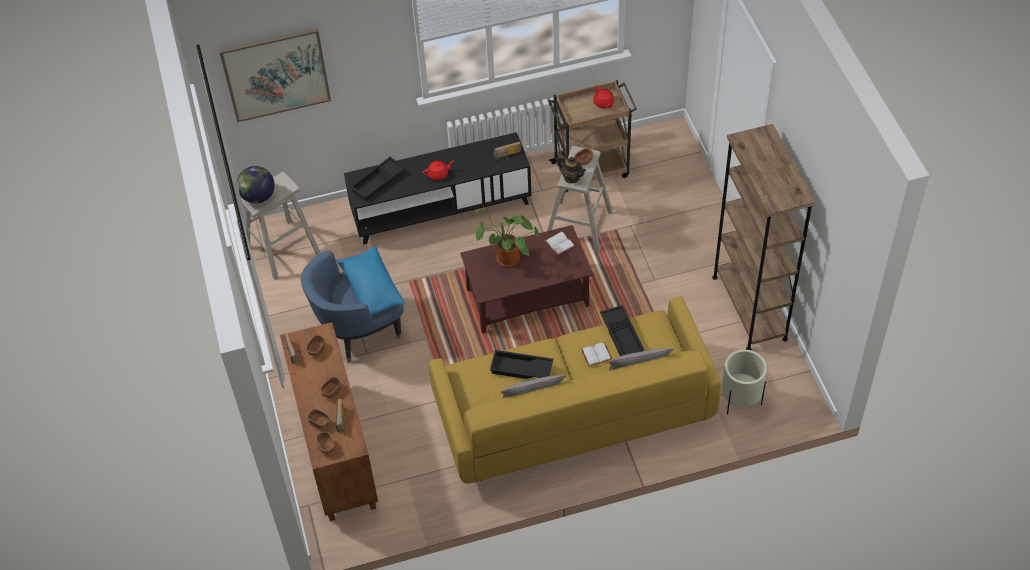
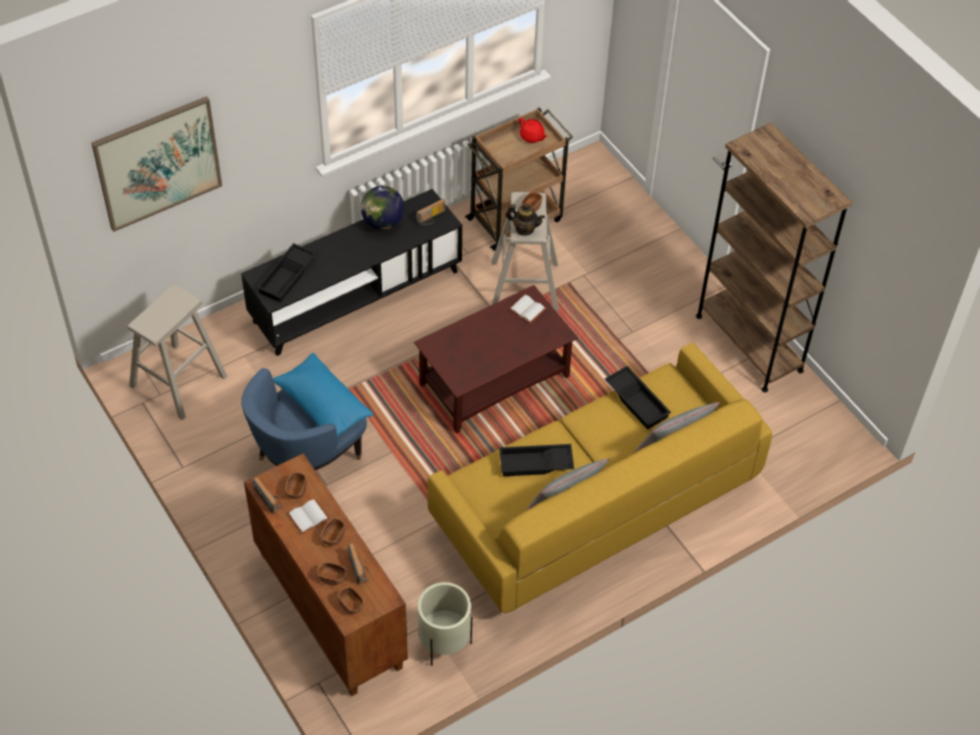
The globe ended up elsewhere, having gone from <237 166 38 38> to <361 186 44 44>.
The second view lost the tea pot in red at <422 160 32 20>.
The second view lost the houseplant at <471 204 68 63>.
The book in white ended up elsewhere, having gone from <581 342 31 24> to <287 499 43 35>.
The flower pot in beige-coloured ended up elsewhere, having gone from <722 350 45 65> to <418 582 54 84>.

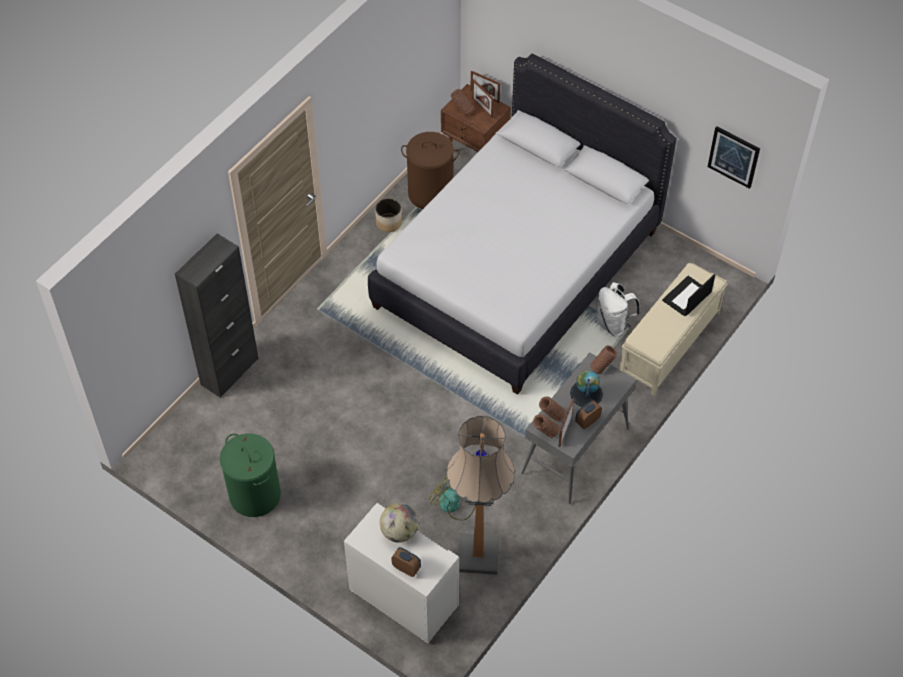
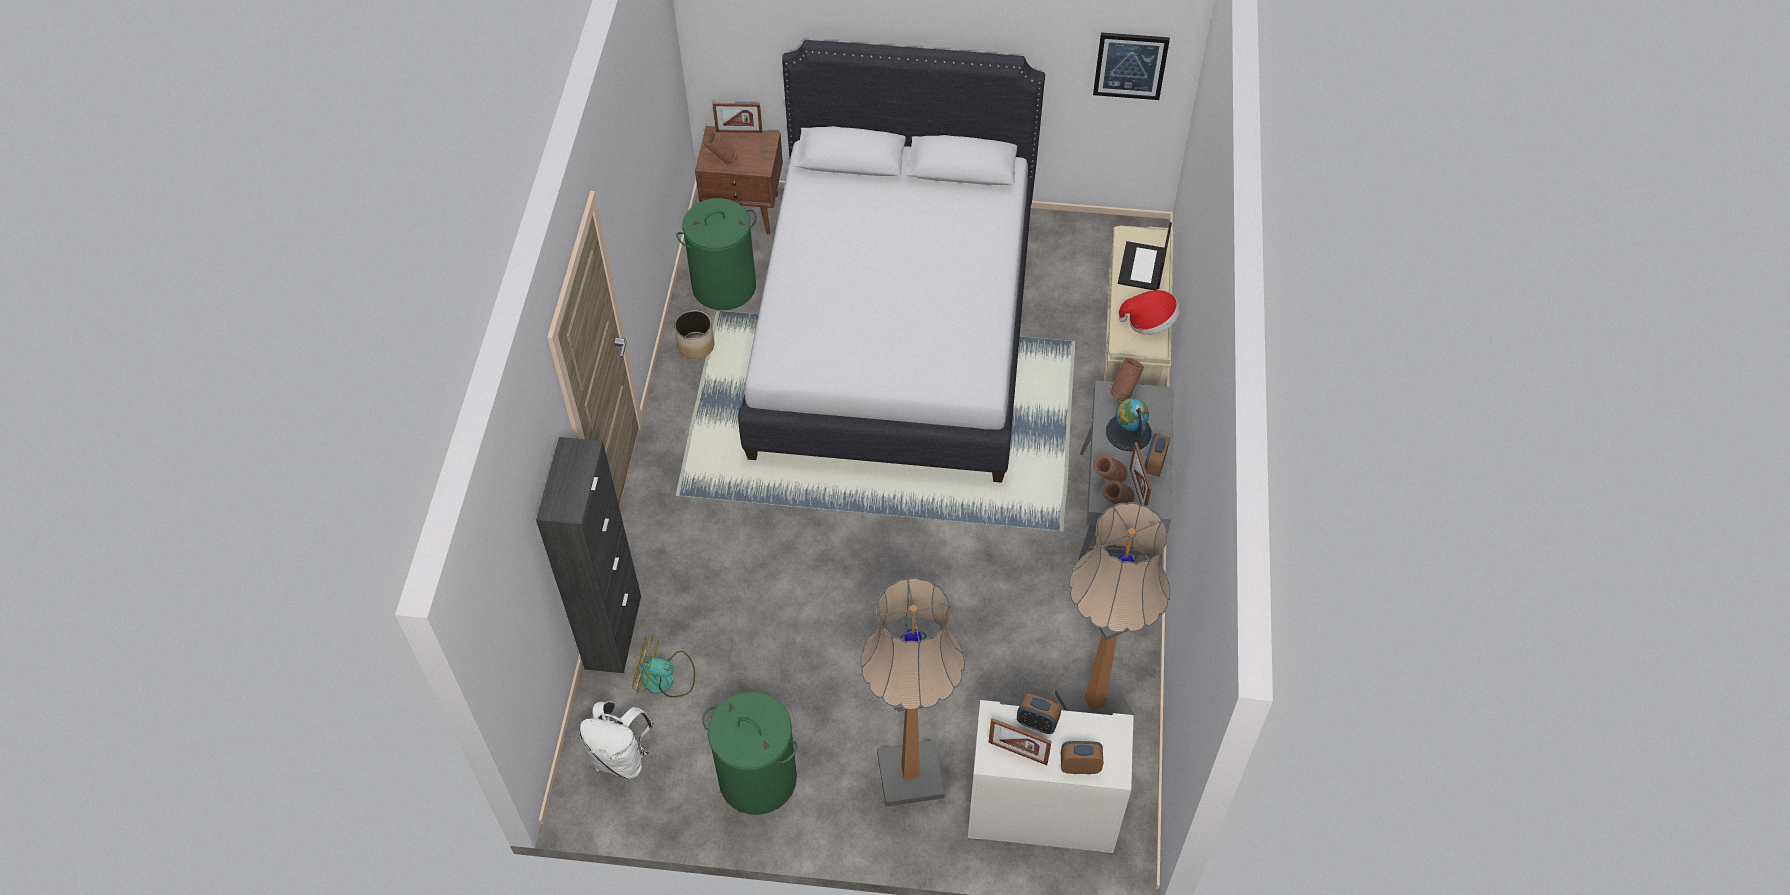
Where the globe stood at <380 503 39 40>, the alarm clock came to stand at <1017 694 44 40>.
What was the washing basket in brown at <401 132 58 77> turned into the washing basket in green at <676 198 80 112>.
The fan ended up elsewhere, having gone from <429 475 47 46> to <632 635 63 63>.
The standing frame ended up elsewhere, having gone from <472 79 22 39> to <988 718 64 47>.
The rucksack in white ended up elsewhere, having gone from <596 282 44 55> to <579 701 75 78>.
The second view gained the floor lamp at <860 577 105 230>.
The second view gained the clothing hat at <1119 290 62 45>.

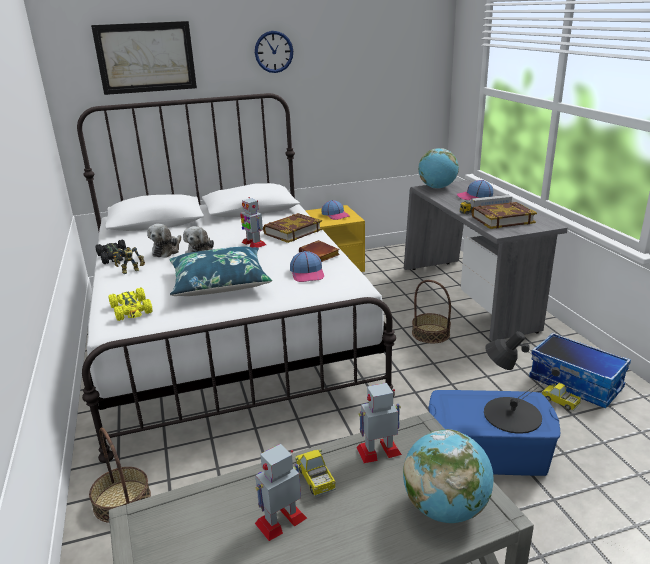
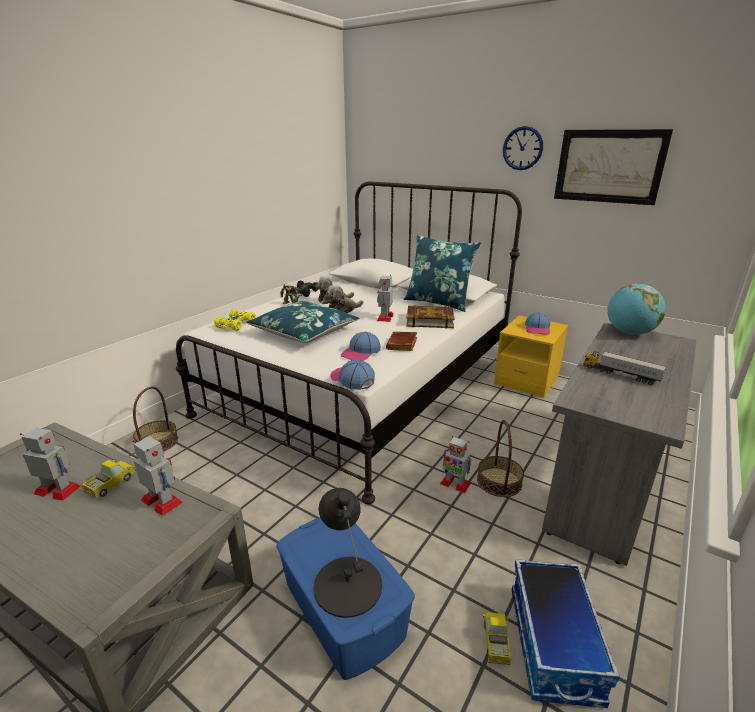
The wall art ended up elsewhere, having gone from <91 21 106 74> to <554 129 119 76>.
The second view lost the globe at <403 429 91 94>.
The peaked cap ended up elsewhere, having gone from <457 180 36 20> to <330 360 45 30>.
The second view lost the book at <471 202 66 27>.
The second view gained the throw pillow in blue-coloured at <404 235 77 77>.
The second view gained the toy robot at <440 436 32 57>.

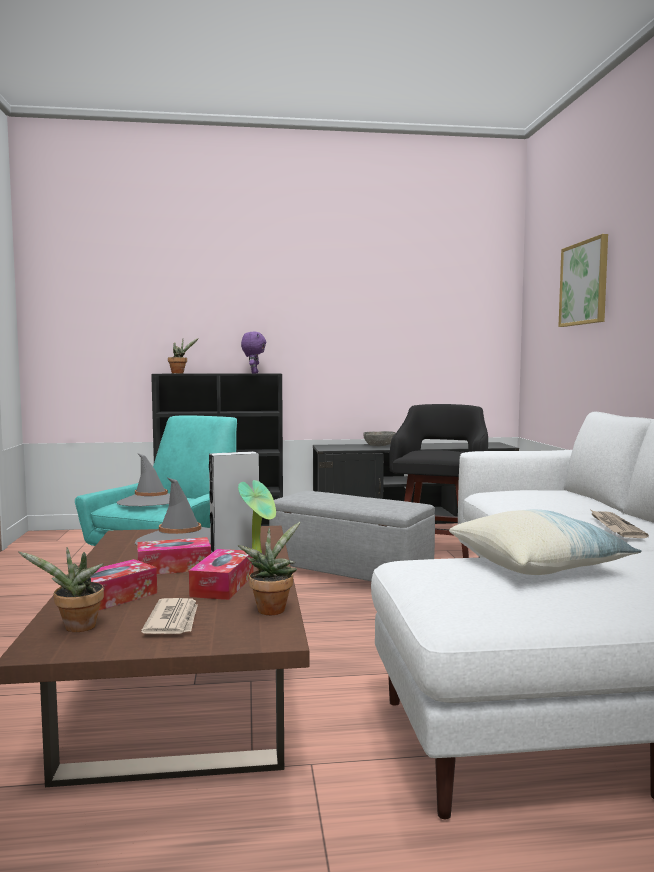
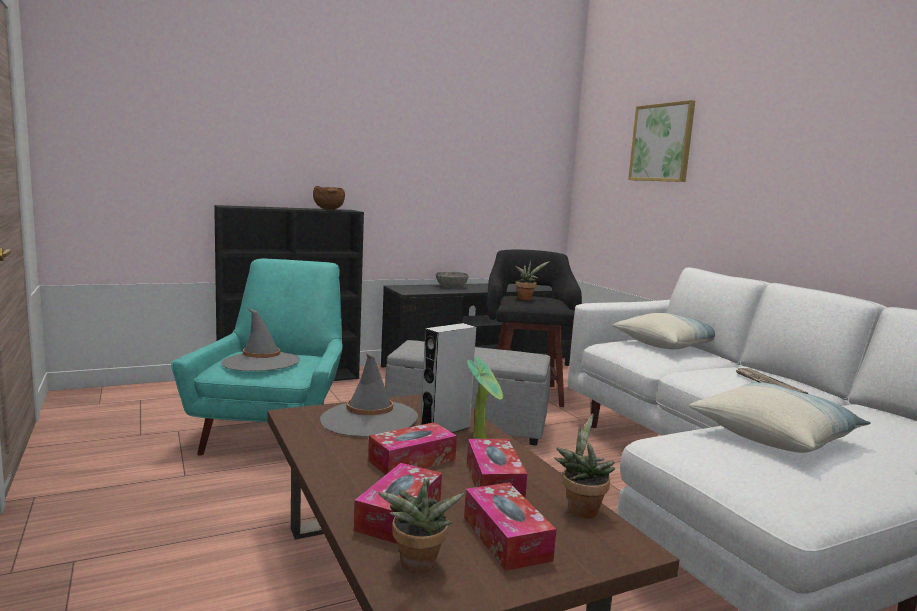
Where the newspaper stood at <141 598 57 36>, the box of tissues came to stand at <464 482 92 89>.
The houseplant ended up elsewhere, having gone from <168 338 31 35> to <515 260 35 40>.
Where the plush toy in purple stood at <241 331 25 42>, the deep dish in brown came to stand at <313 186 32 24>.
The second view gained the throw pillow at <613 313 102 36>.

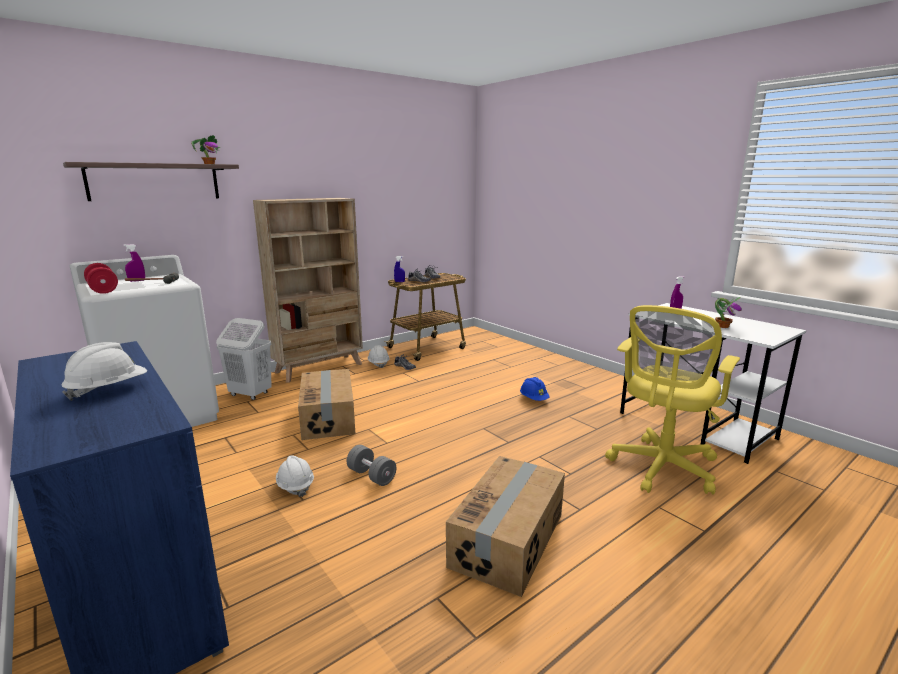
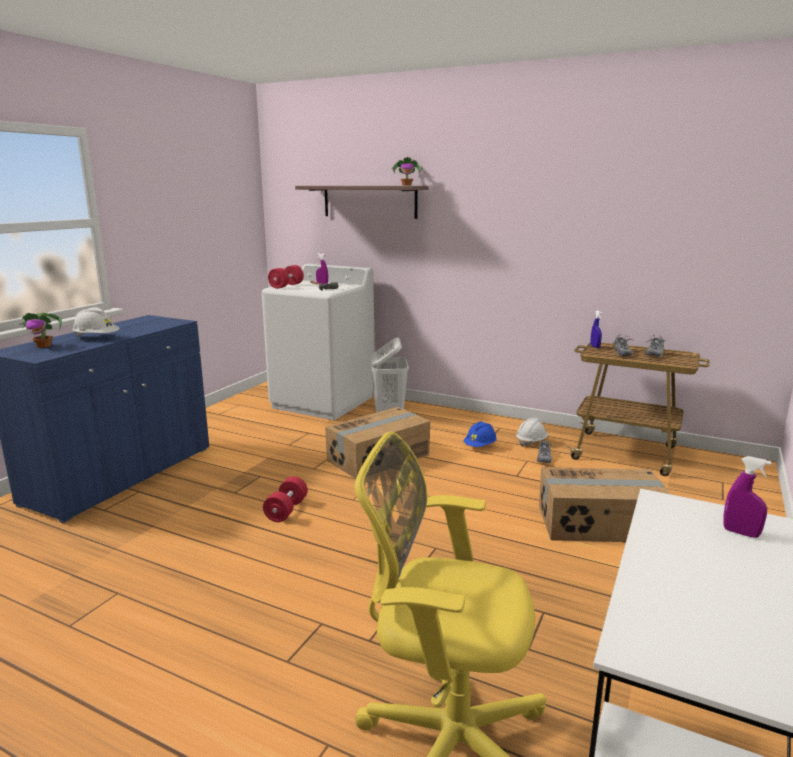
The second view lost the bookcase in beige-coloured at <253 198 110 185>.
The second view lost the work helmet in white at <276 455 38 42>.
What was the free weight in greyish at <347 445 49 41> turned into the free weight in red at <263 476 45 46>.
The cardboard box ended up elsewhere, having gone from <446 456 119 141> to <539 467 131 75>.
The work helmet in blue-coloured ended up elsewhere, having gone from <520 377 30 24> to <463 422 33 25>.
The houseplant ended up elsewhere, having gone from <715 297 27 31> to <20 312 42 36>.

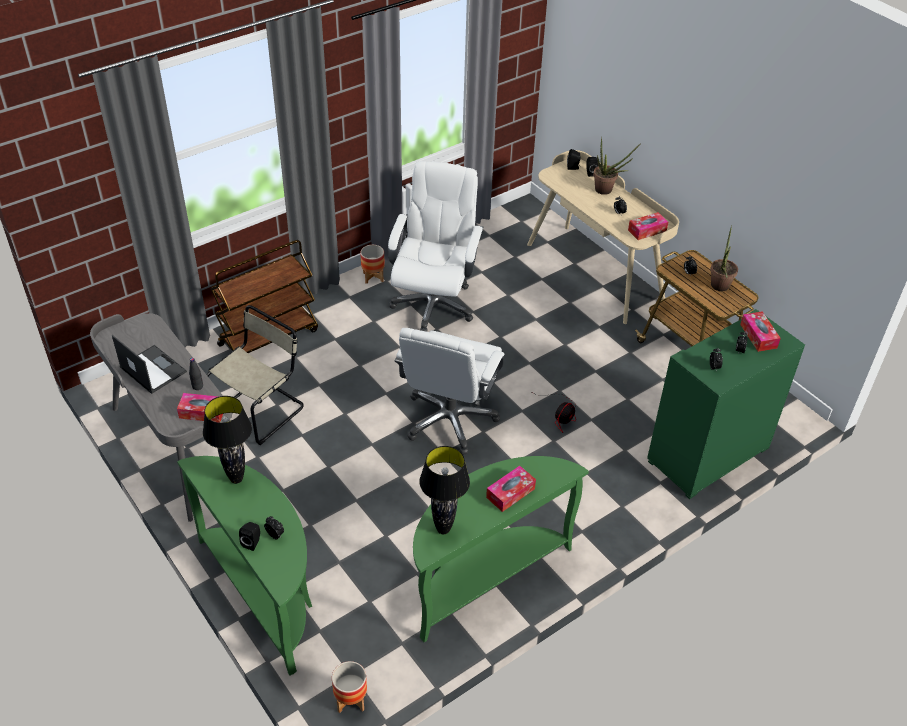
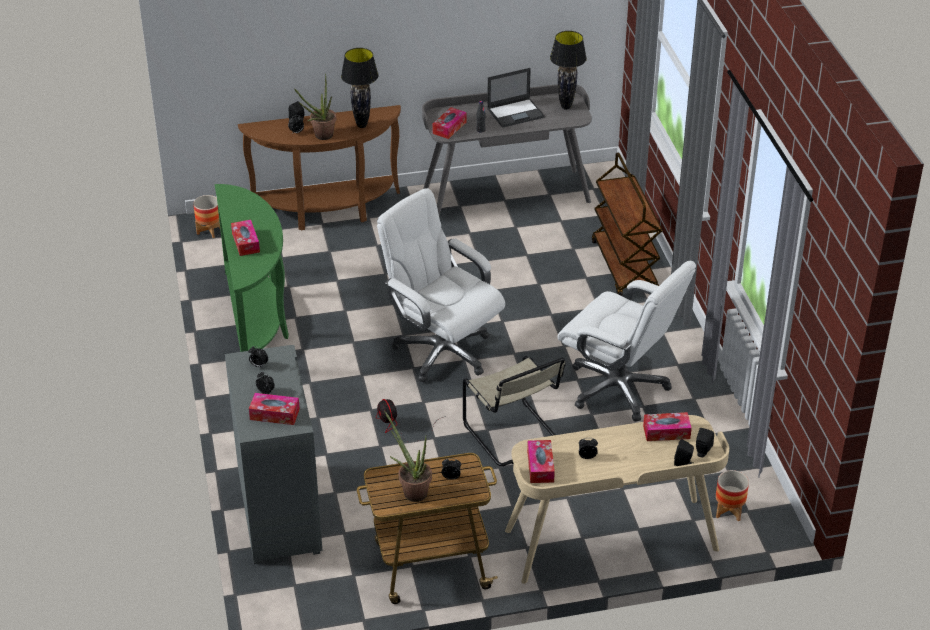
What was the hall table in green at <177 456 135 219> turned into the hall table in brown at <238 105 163 125>.
The upright chair in beige-coloured ended up elsewhere, having gone from <206 305 98 140> to <463 356 103 110>.
The flower pot ended up elsewhere, having gone from <360 245 25 39> to <716 470 33 52>.
The lamp for a table in black ended up elsewhere, having gone from <419 446 51 88> to <550 31 37 79>.
The houseplant ended up elsewhere, having gone from <593 137 48 58> to <294 73 42 67>.
What was the cabinet in green at <647 309 158 190> turned into the cabinet in greyish at <225 345 98 219>.
The second view gained the box of tissues at <643 412 49 29>.

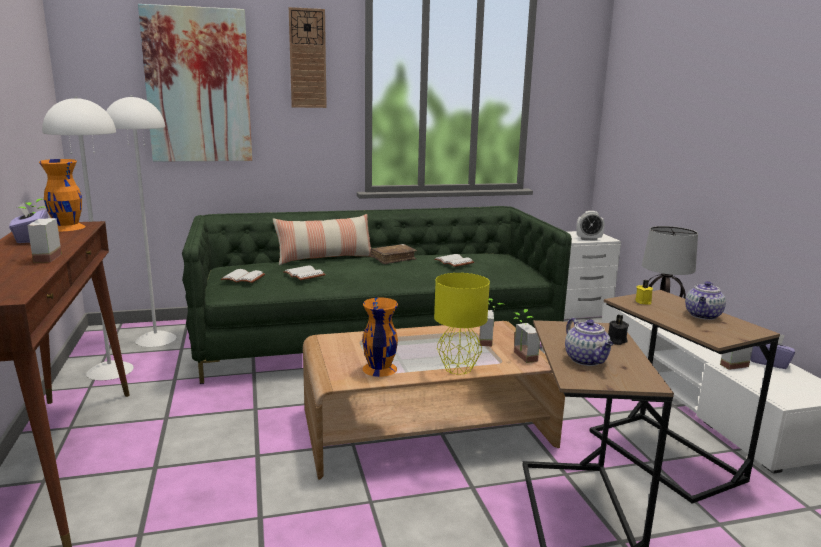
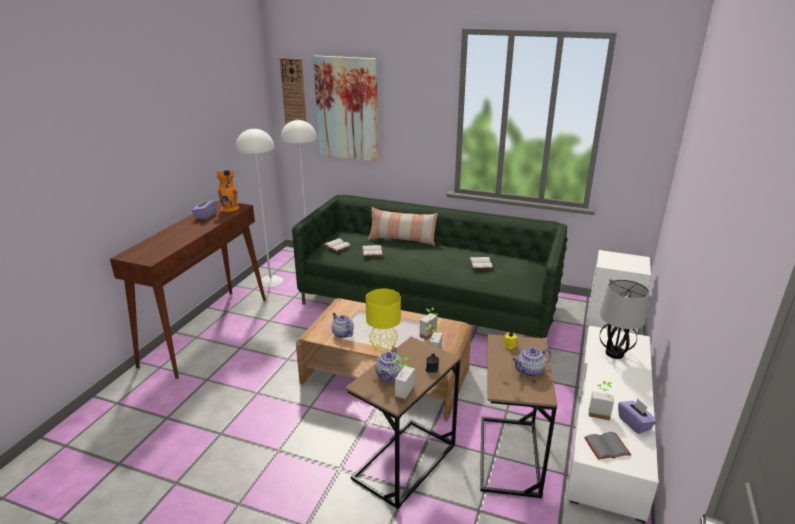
The houseplant ended up elsewhere, having gone from <18 199 44 64> to <391 356 24 48>.
The clock on the wall ended up elsewhere, having gone from <289 7 38 101> to <279 58 27 65>.
Where the decorative vase in orange stood at <362 298 36 79>, the tea pot came to stand at <332 313 22 25>.
The second view lost the book in brown at <370 244 47 20>.
The second view lost the alarm clock at <577 211 28 30>.
The second view gained the book in greyish at <584 432 47 28>.

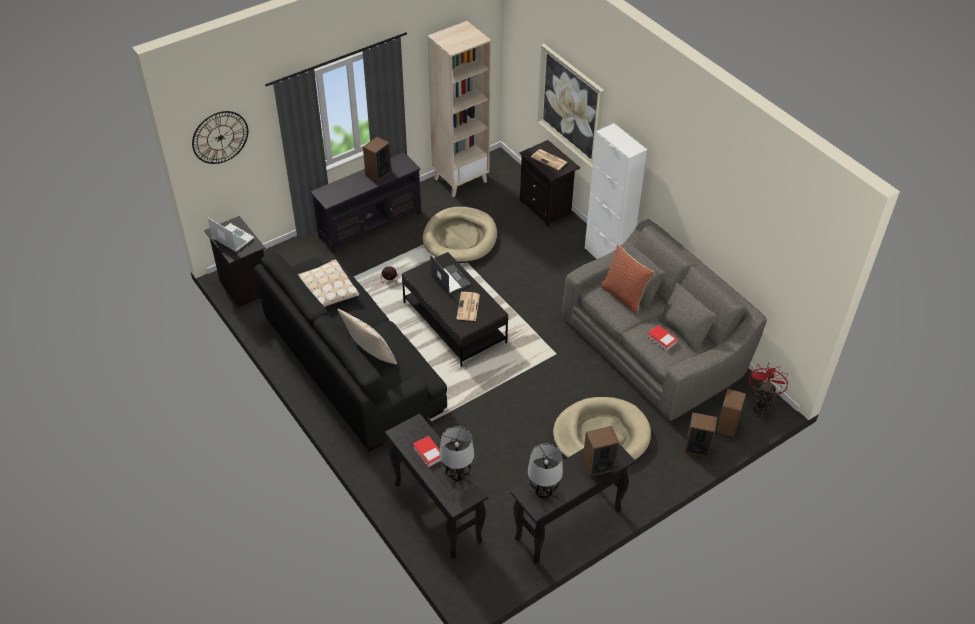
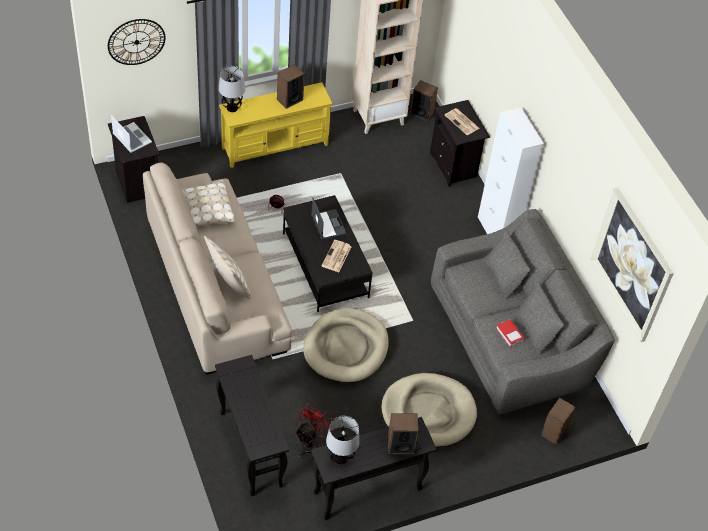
What was the couch in black at <254 252 193 200> turned into the couch in beige-coloured at <143 163 149 212>.
What was the media console in black at <310 152 111 102> turned into the media console in yellowish at <219 82 113 86>.
The second view lost the book at <413 436 28 32>.
The pet bed in beige-coloured ended up elsewhere, having gone from <423 207 74 56> to <303 308 86 75>.
The lamp for a table ended up elsewhere, having gone from <440 426 34 55> to <219 66 27 46>.
The wall art ended up elsewhere, having gone from <537 44 67 124> to <590 188 84 154>.
The second view lost the throw pillow at <600 245 54 69>.
The speaker ended up elsewhere, having gone from <684 412 33 45> to <410 80 28 41>.
The fan in red ended up elsewhere, having gone from <749 363 39 57> to <295 403 38 55>.

